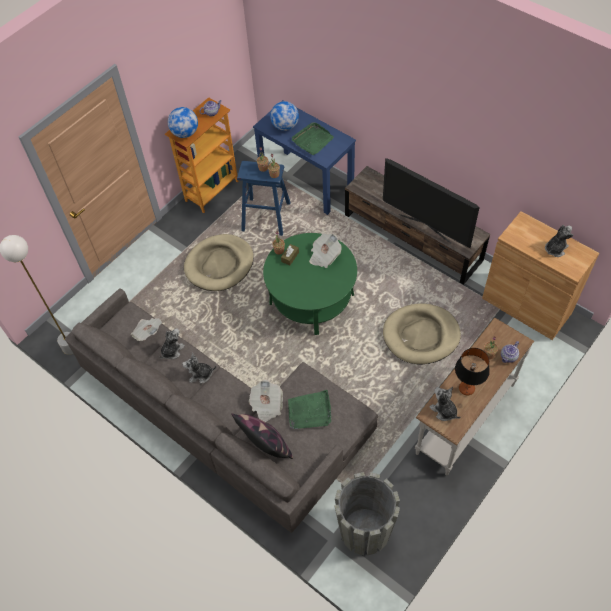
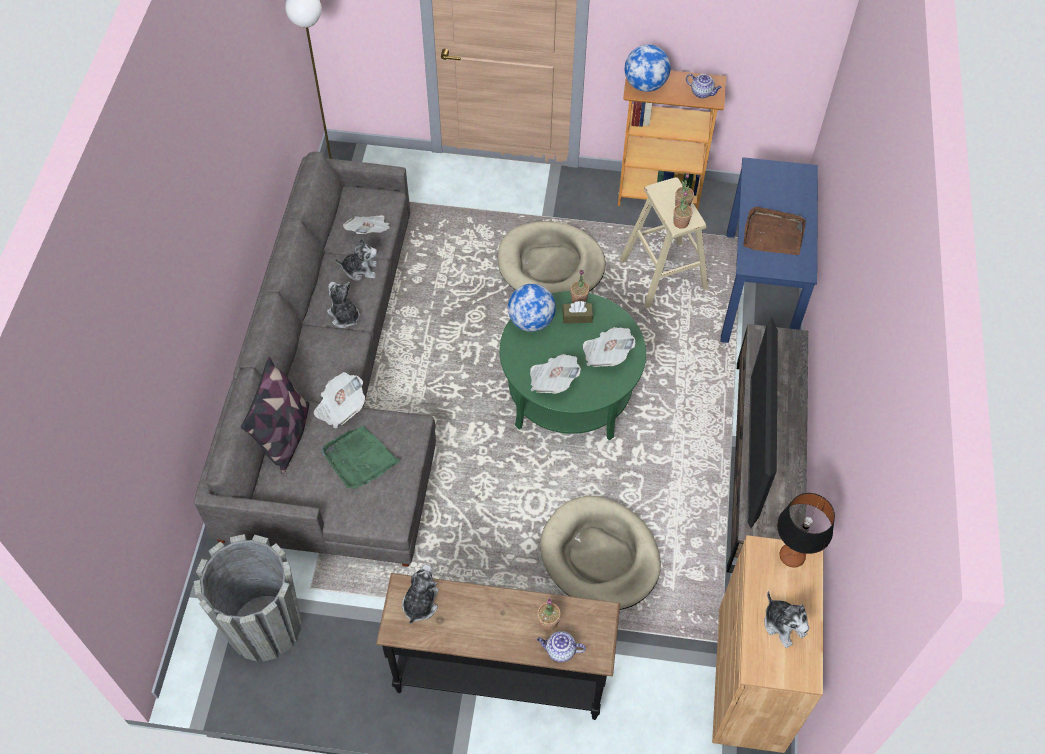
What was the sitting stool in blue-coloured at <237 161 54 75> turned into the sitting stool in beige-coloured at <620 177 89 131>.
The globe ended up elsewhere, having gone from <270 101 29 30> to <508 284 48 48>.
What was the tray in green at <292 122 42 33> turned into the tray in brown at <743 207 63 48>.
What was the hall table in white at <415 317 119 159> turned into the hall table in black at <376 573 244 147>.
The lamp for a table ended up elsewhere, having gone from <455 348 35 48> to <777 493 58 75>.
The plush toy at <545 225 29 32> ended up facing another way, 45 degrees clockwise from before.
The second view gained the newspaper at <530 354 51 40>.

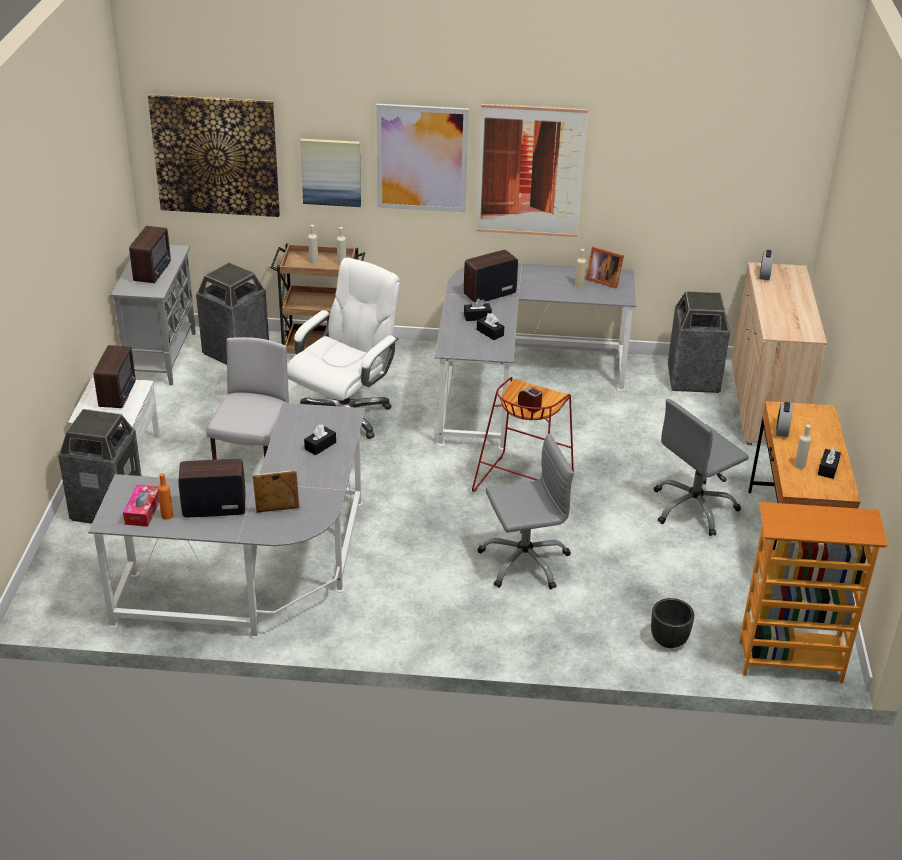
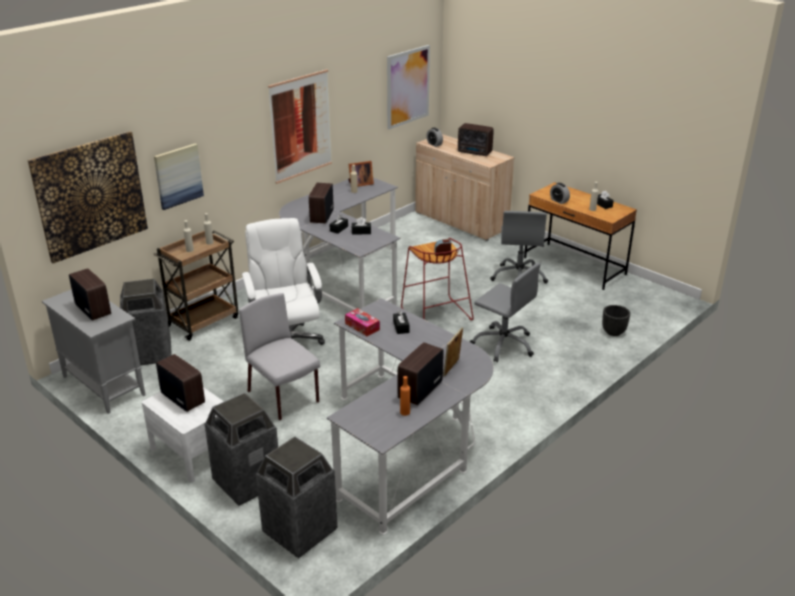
The box of tissues ended up elsewhere, having gone from <123 485 36 42> to <345 308 35 28>.
The wall art ended up elsewhere, having gone from <376 104 93 109> to <387 45 43 84>.
The office chair in greyish at <478 433 96 157> ended up facing another way, 105 degrees clockwise from before.
The waste bin ended up elsewhere, having gone from <668 291 62 102> to <256 437 82 121>.
The second view lost the bookcase at <739 502 149 181>.
The second view gained the radio receiver at <458 123 36 33>.

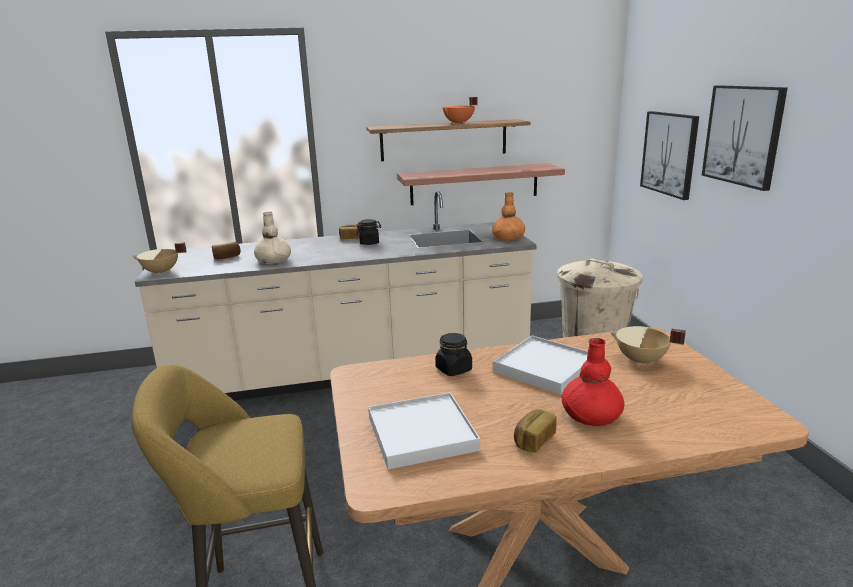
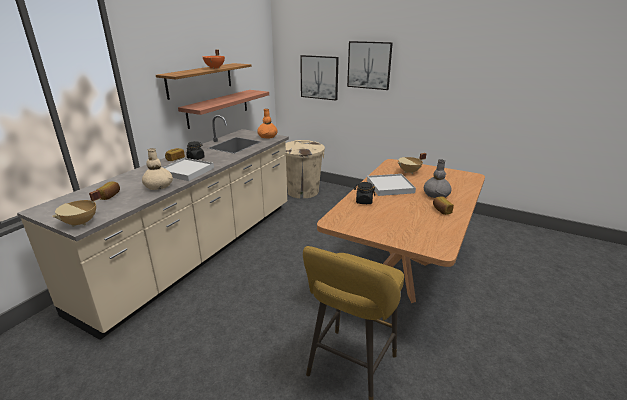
The tray in white ended up elsewhere, having gone from <368 392 112 78> to <162 158 52 23>.
What was the decorative vase in red at <562 338 62 88> turned into the decorative vase in greyish at <424 159 28 39>.

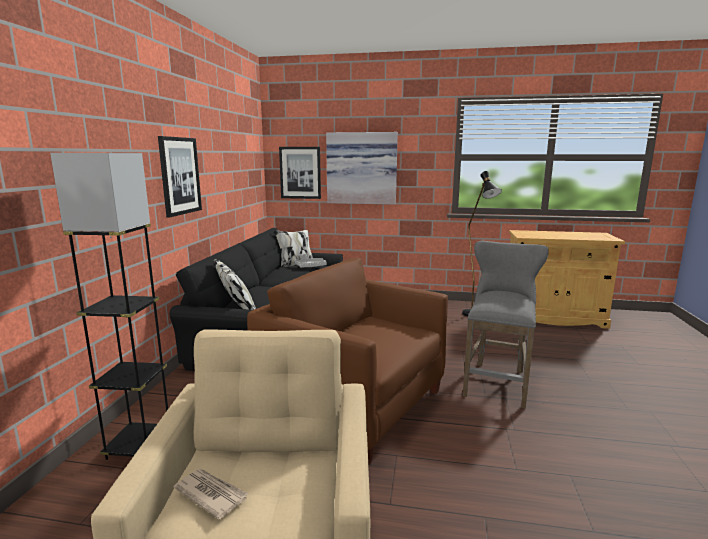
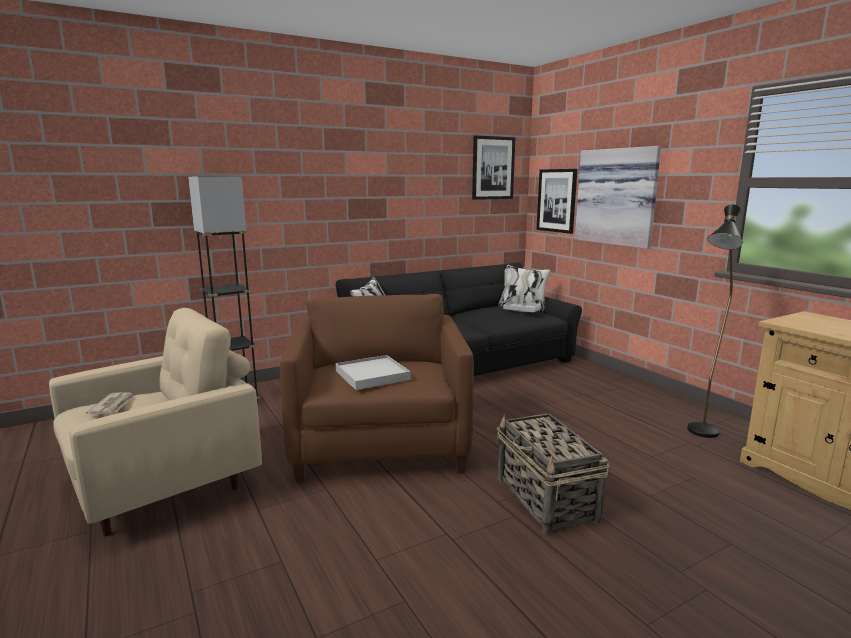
The wall art ended up elsewhere, having gone from <158 136 44 82> to <472 135 43 65>.
Where the sitting stool in greyish stood at <463 241 86 168>, the household basket came to stand at <496 413 113 122>.
The second view gained the tray in white at <336 355 75 35>.

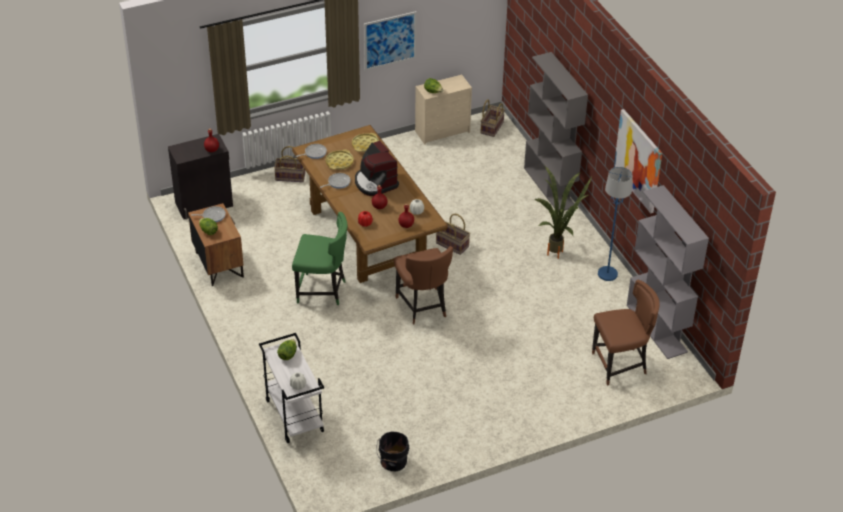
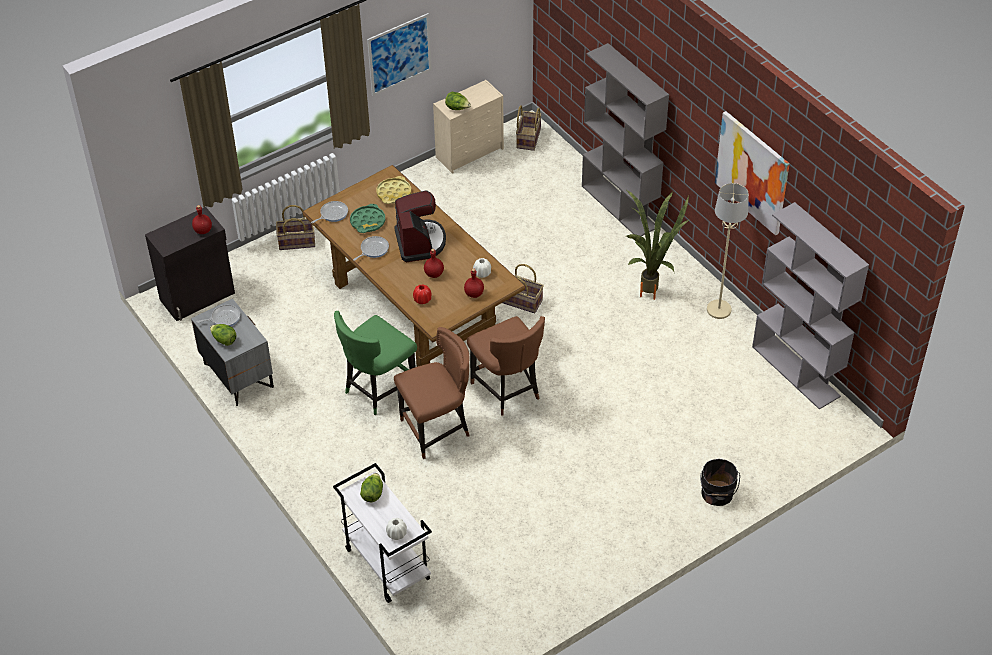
What was the nightstand in brown at <188 203 56 83> turned into the nightstand in greyish at <191 299 83 107>.
The upright chair in green at <292 212 56 93> ended up facing another way, 135 degrees clockwise from before.
What was the tray in yellowish at <326 149 28 21> turned into the tray in green at <350 204 35 29>.
The coffee maker at <355 141 44 55> ended up facing another way, 150 degrees counterclockwise from before.
The water bucket in black ended up elsewhere, having gone from <377 431 32 40> to <700 459 40 47>.
The upright chair in brown ended up elsewhere, having gone from <592 280 68 105> to <394 327 75 132>.
What was the floor lamp in blue-coloured at <598 167 34 114> turned into the floor lamp in beige-coloured at <707 183 42 136>.

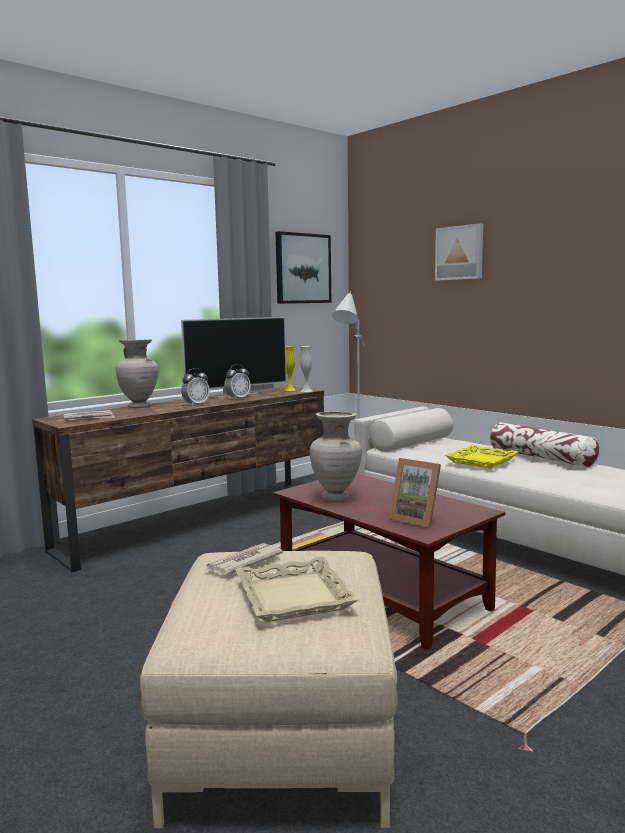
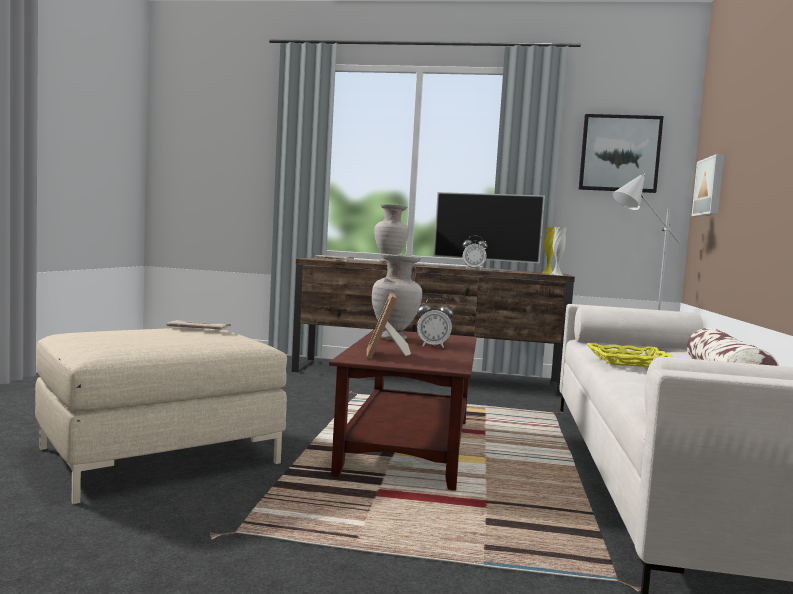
The alarm clock ended up elsewhere, having gone from <181 368 29 38> to <417 298 37 50>.
The second view lost the tray in beige-coloured at <235 557 124 65>.
The wall art ended up elsewhere, having gone from <435 223 48 57> to <692 154 32 63>.

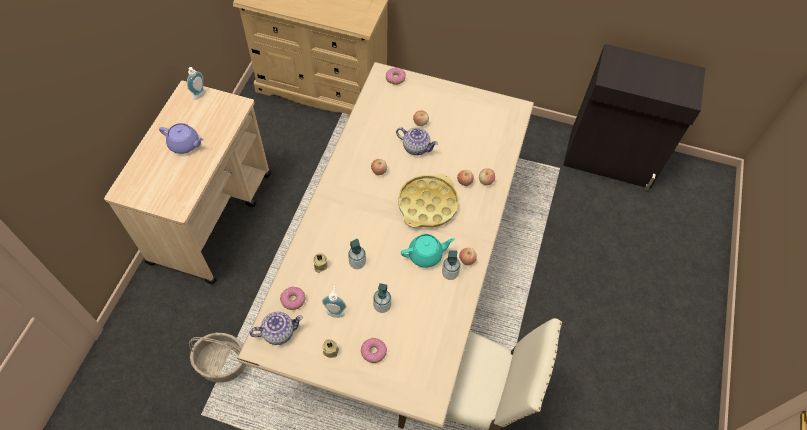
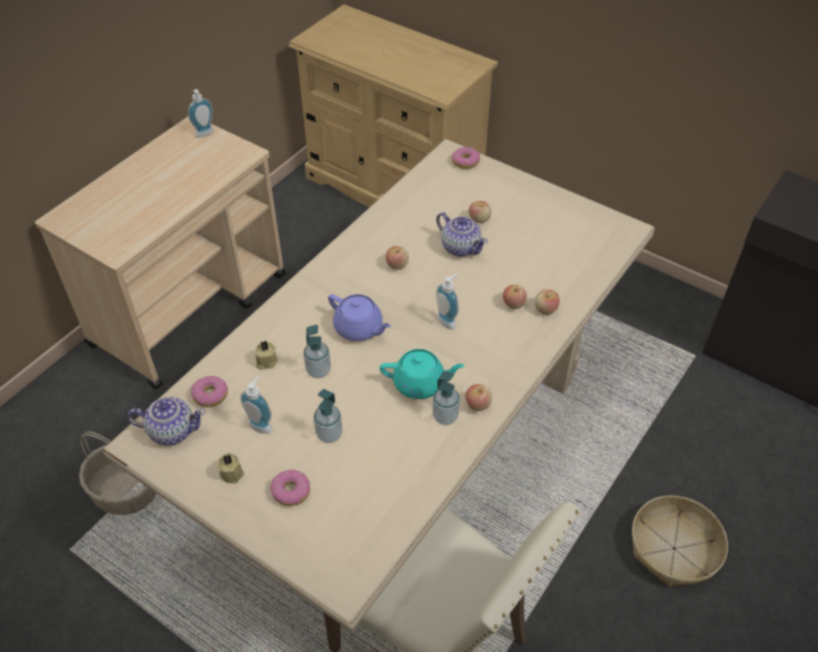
The tea pot in purple ended up elsewhere, having gone from <159 123 45 31> to <328 294 63 47>.
Where the tray in yellowish stood at <398 174 61 54>, the soap dispenser came to stand at <436 273 23 57>.
The second view gained the household basket at <632 495 96 92>.

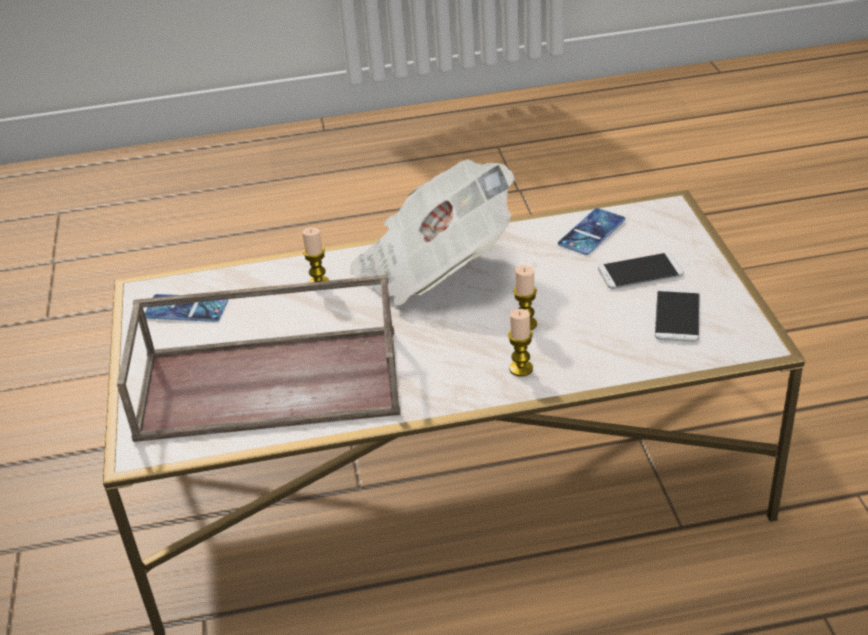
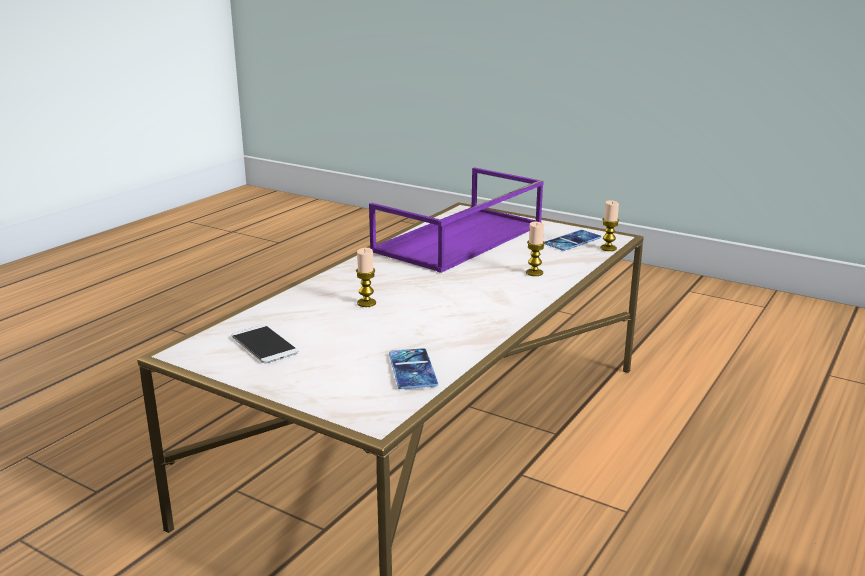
What was the tray in brown at <117 275 283 167> turned into the tray in purple at <369 167 175 106>.
The second view lost the newspaper at <350 159 165 146>.
The wax light ended up elsewhere, having gone from <508 309 25 68> to <600 200 19 51>.
The second view lost the telephone at <598 253 86 36>.

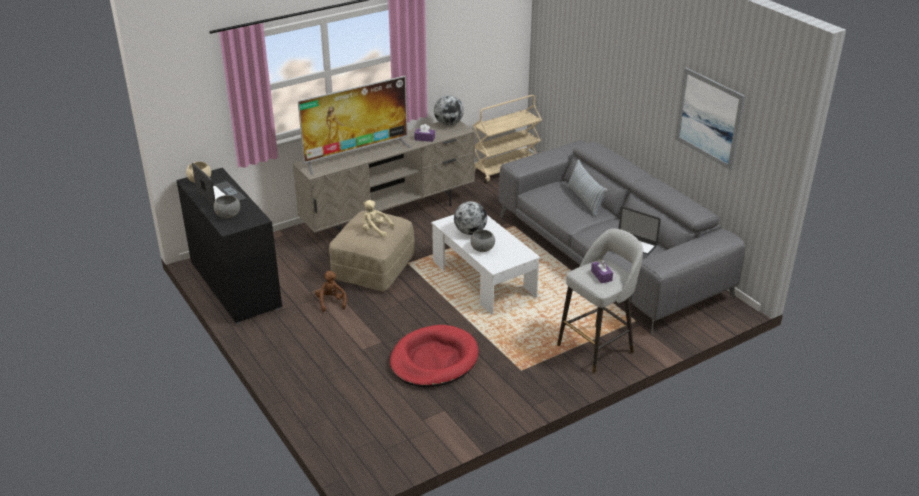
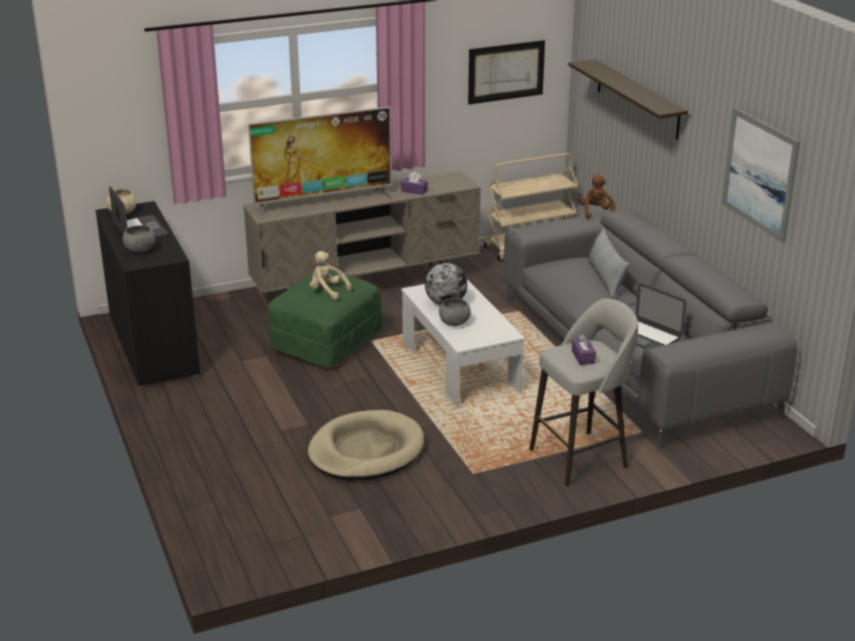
The plush toy in brown ended up elsewhere, having gone from <315 271 32 41> to <579 174 36 45>.
What was the footrest in beige-coloured at <329 210 86 81> turned into the footrest in green at <268 270 114 98>.
What was the pet bed in red at <390 325 89 62> turned into the pet bed in beige-coloured at <308 410 116 70>.
The second view lost the globe at <434 95 30 31>.
The second view gained the wall art at <468 40 77 64>.
The second view gained the shelf at <568 59 120 80>.

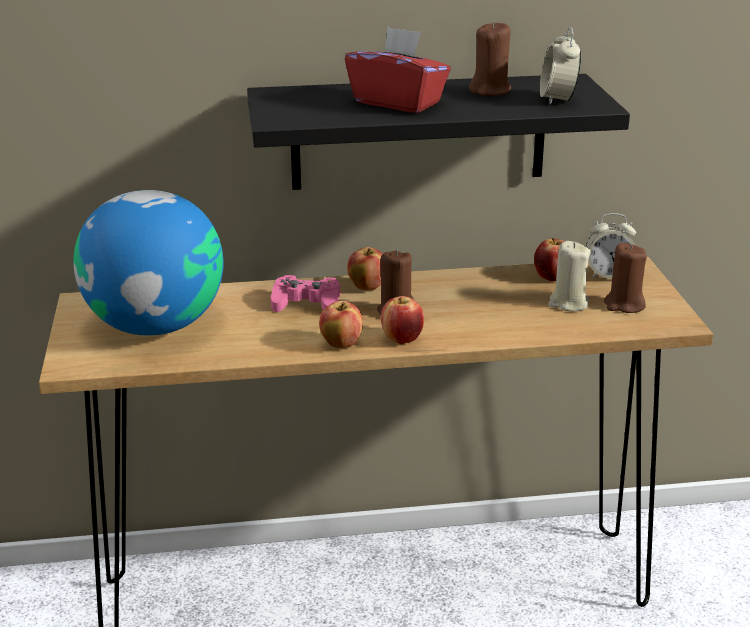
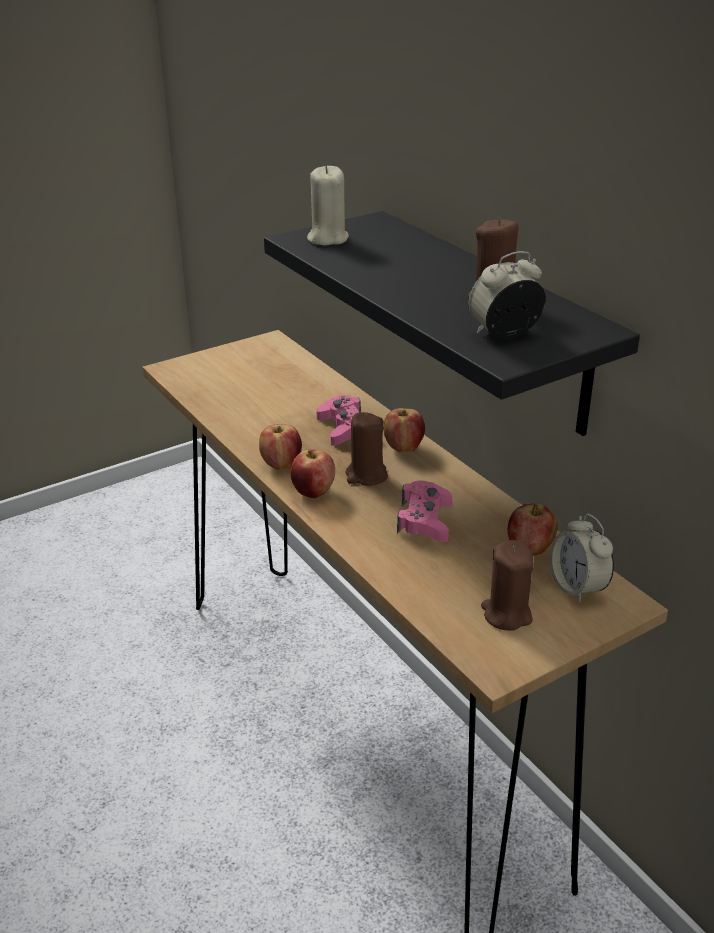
The second view lost the globe at <73 190 151 146>.
The second view lost the box of tissues in red at <345 27 106 86>.
The wax light in beige-coloured ended up elsewhere, having gone from <548 241 43 70> to <307 165 42 81>.
The second view gained the gamepad in pink at <397 480 55 62>.

